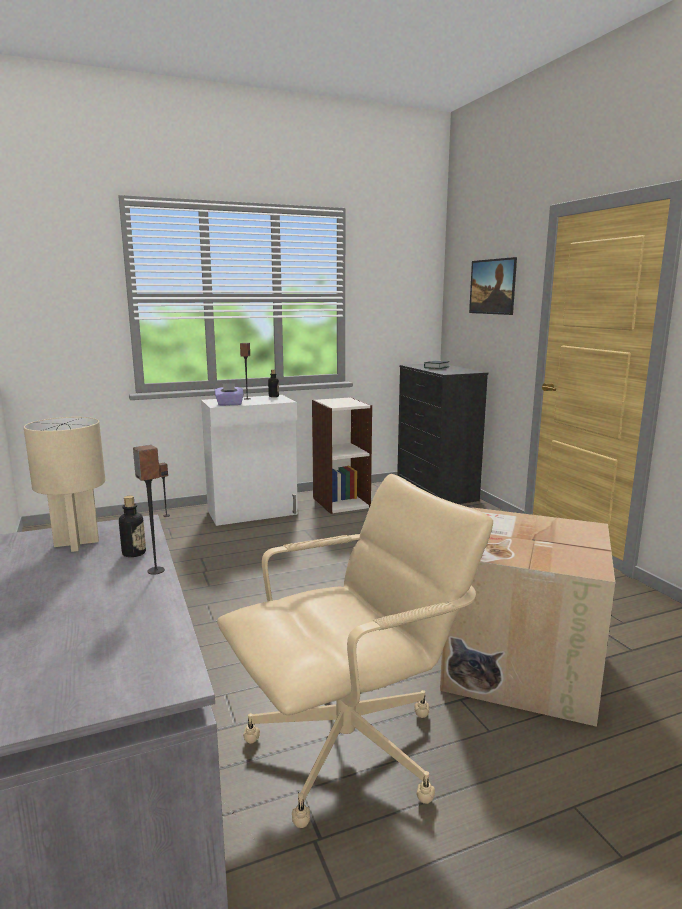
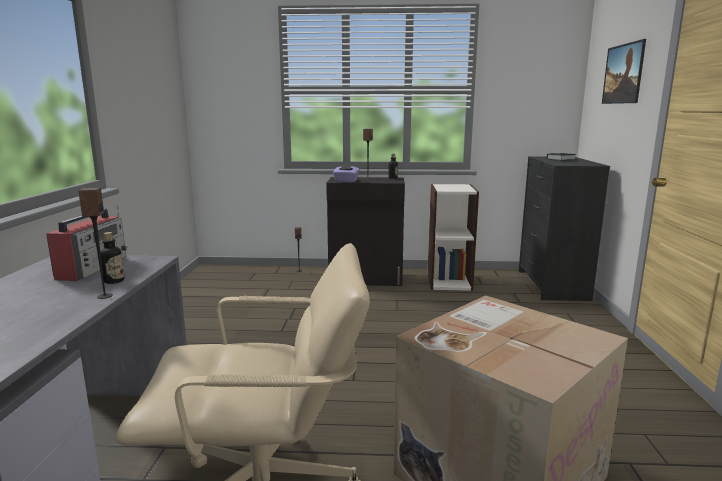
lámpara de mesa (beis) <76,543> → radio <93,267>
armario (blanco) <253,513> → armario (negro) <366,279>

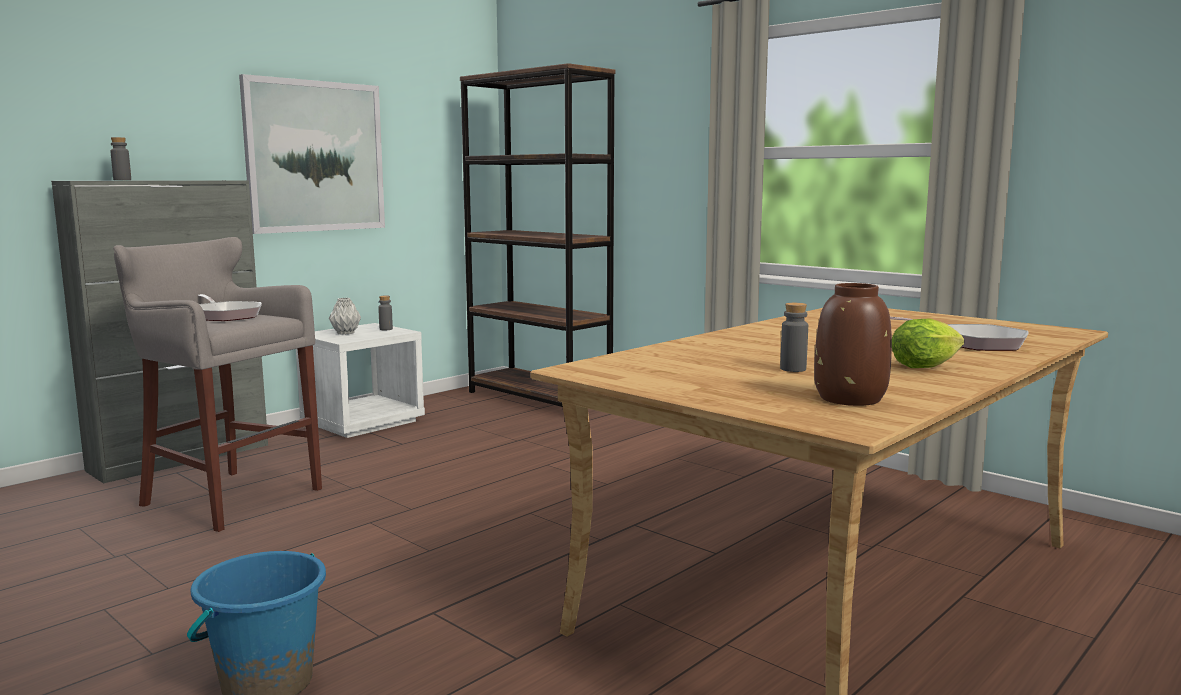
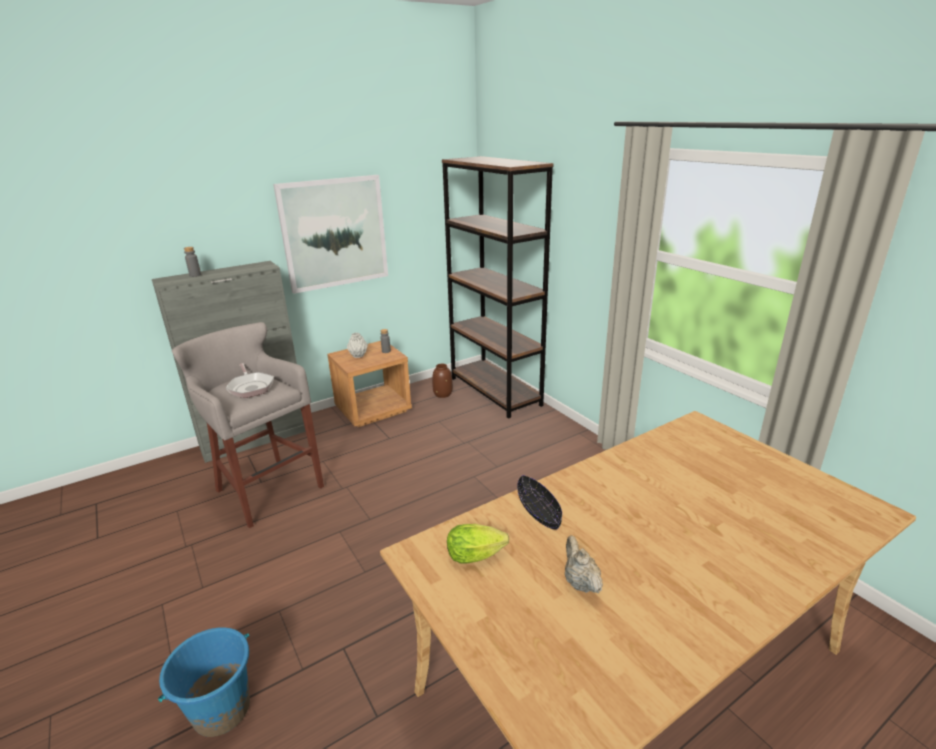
mesita de noche (blanco) <363,422> → mesita de noche (marrón) <373,409>
florero (marrón) <851,399> → florero (marrón) <443,394>, move
lechuga <928,366> → lechuga <478,555>, move
- → cuenco (negro) <538,510>
botella (gris) <793,369> → tetera (beis) <580,582>
sartén <973,343> → -

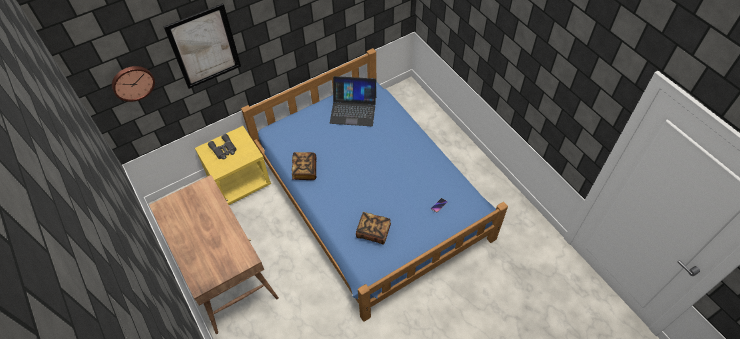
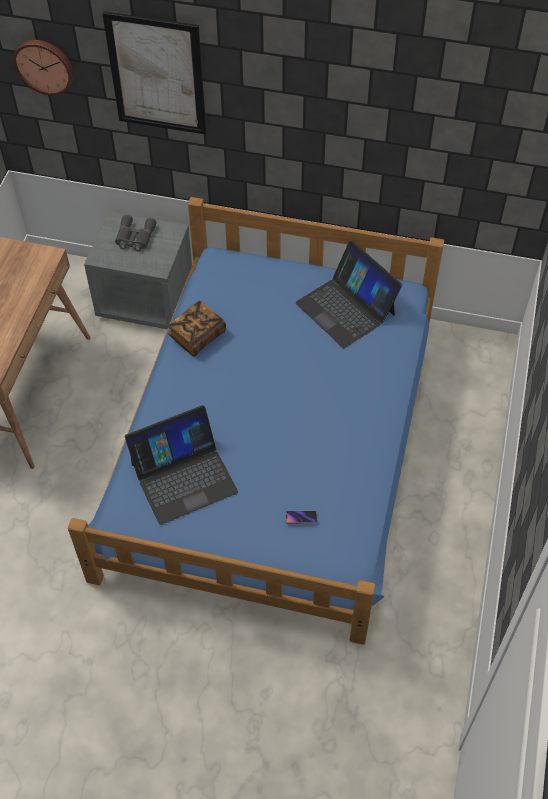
mesita de noche (amarillo) <239,181> → mesita de noche (gris) <146,299>
libro <373,232> → portátil <183,477>

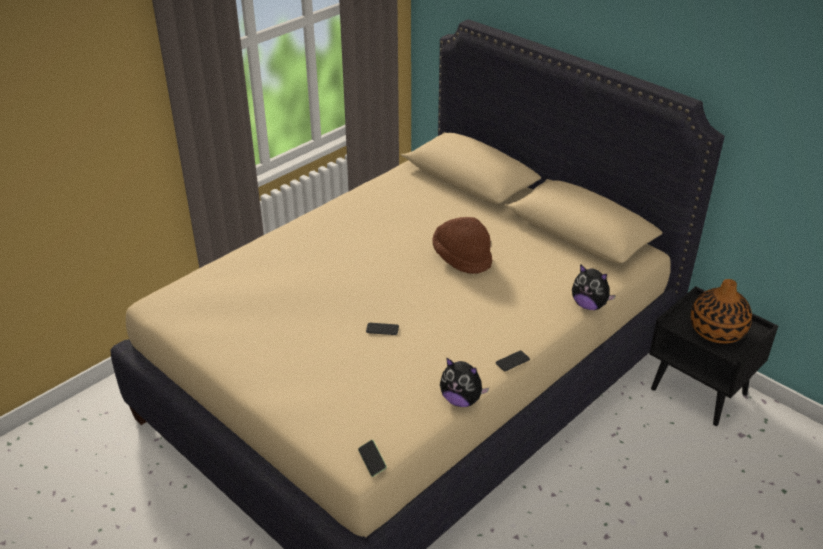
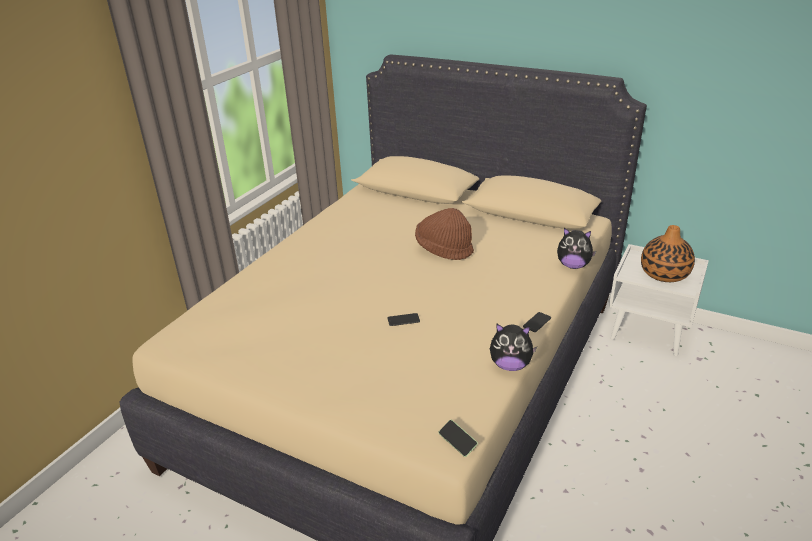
mesita de noche (negro) <700,391> → mesita de noche (blanco) <649,332>

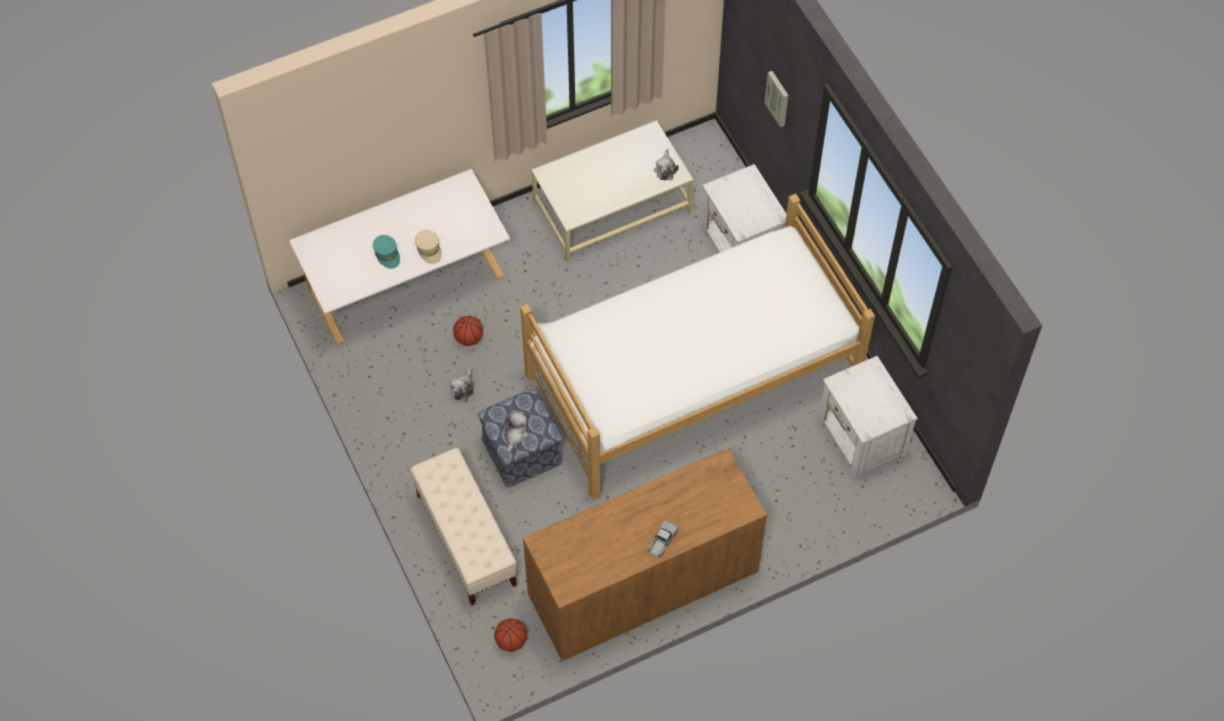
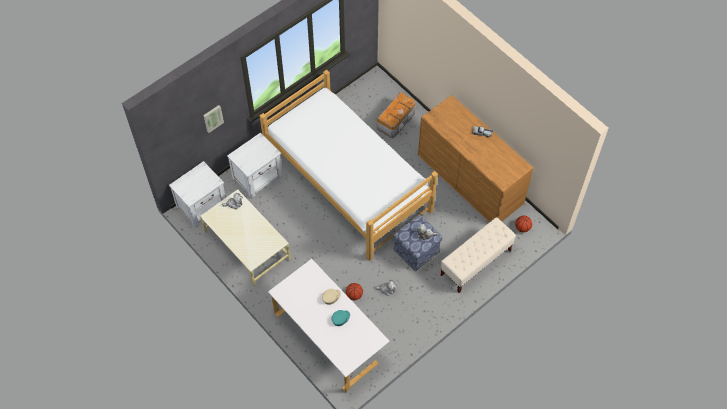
mesita de noche (blanco) <861,438> → mesita de noche (blanco) <202,205>, move
- → caja de almacenaje <396,120>

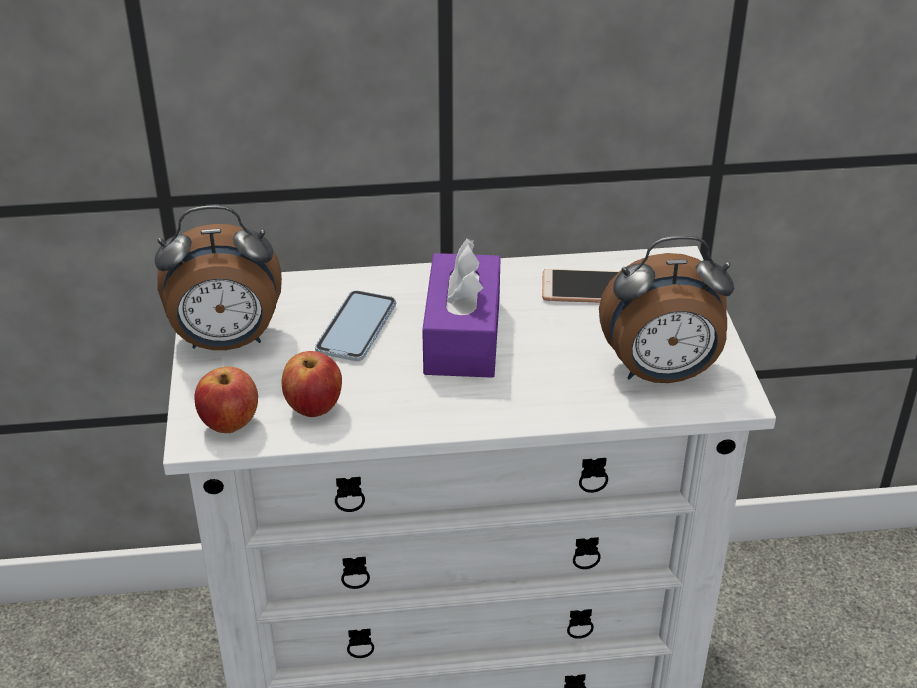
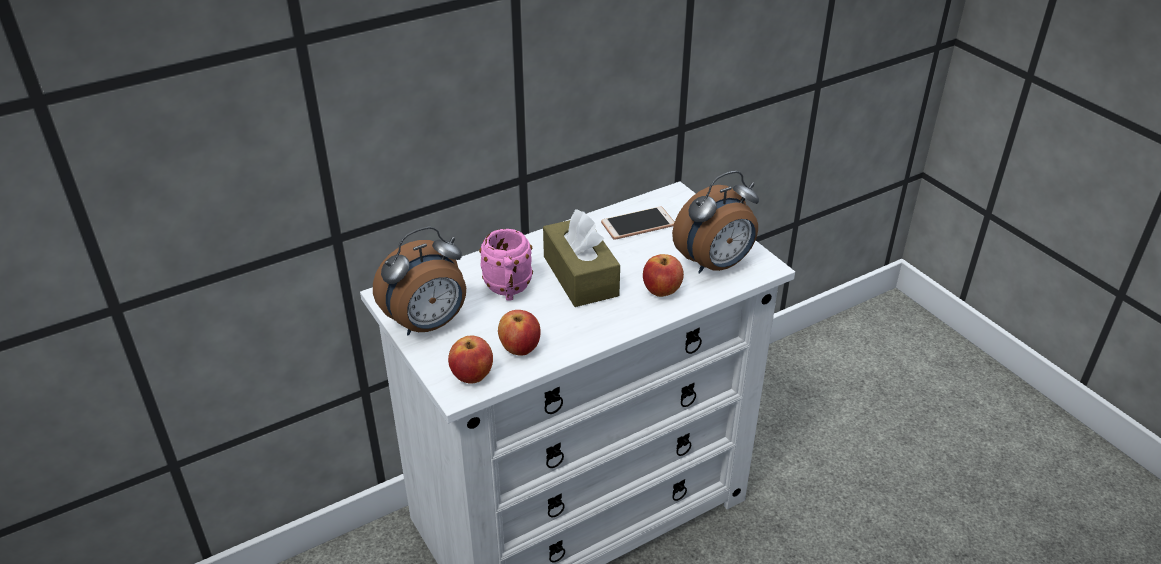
móvil <356,328> → taza grande (rosa) <508,290>
caja de pañuelos (morado) <462,336> → caja de pañuelos (marrón) <580,276>
- → manzana <662,291>

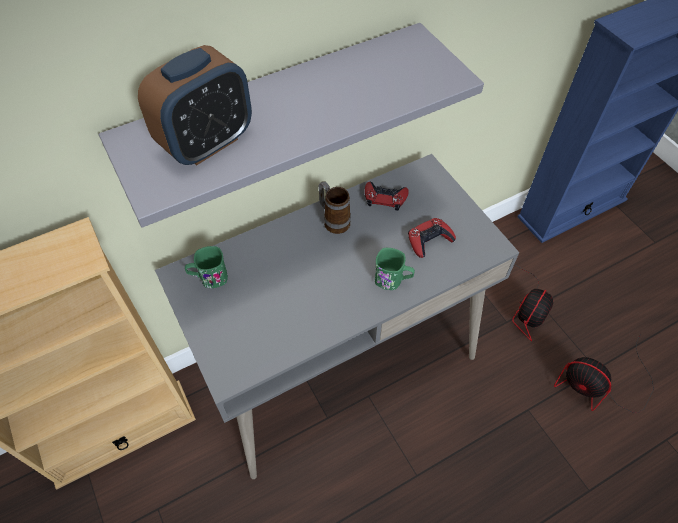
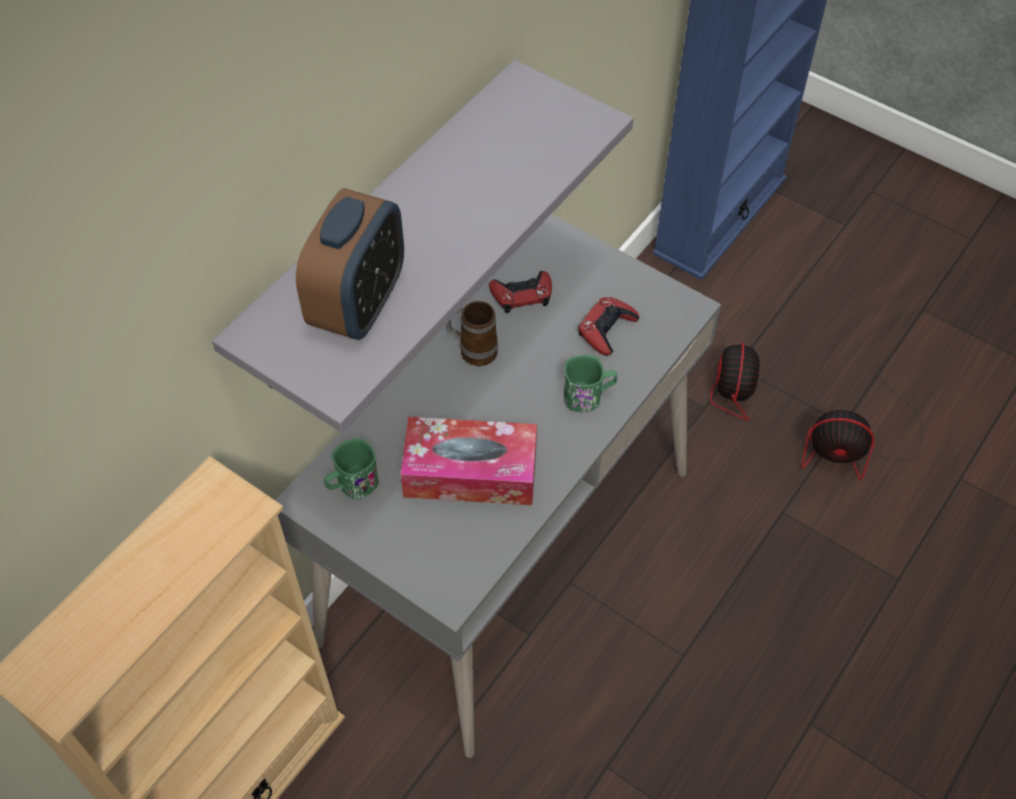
- → caja de pañuelos <470,472>

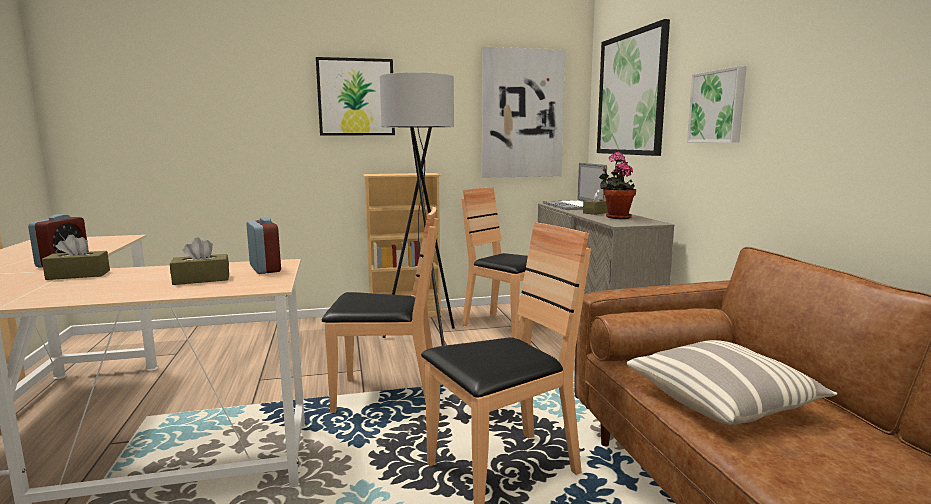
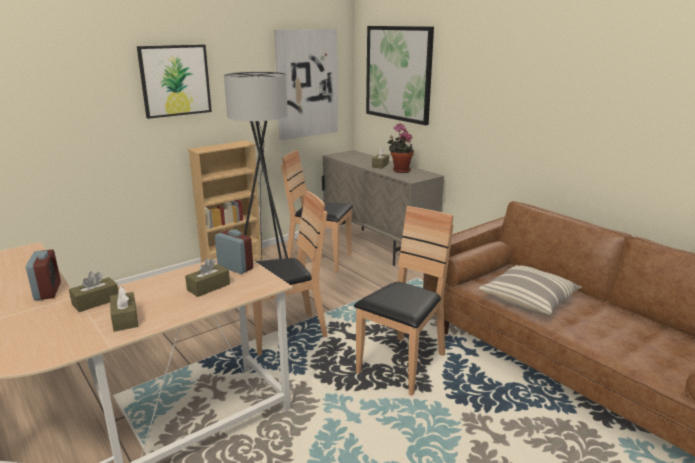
- → caja de pañuelos (marrón) <125,319>
portátil <573,206> → -
cuadro <718,107> → -

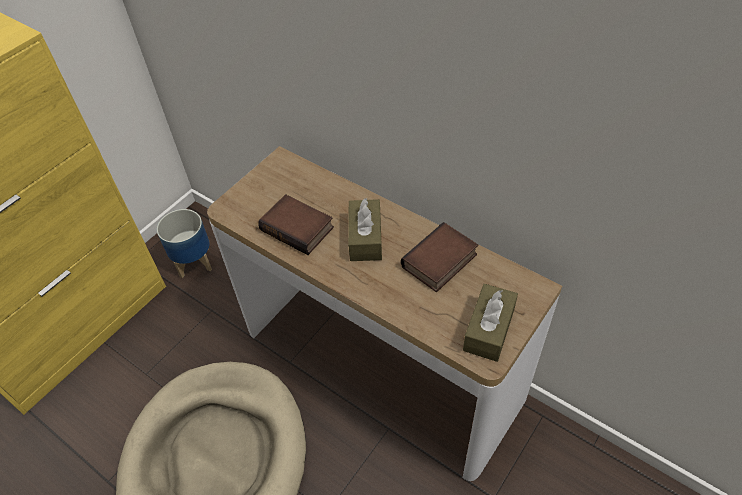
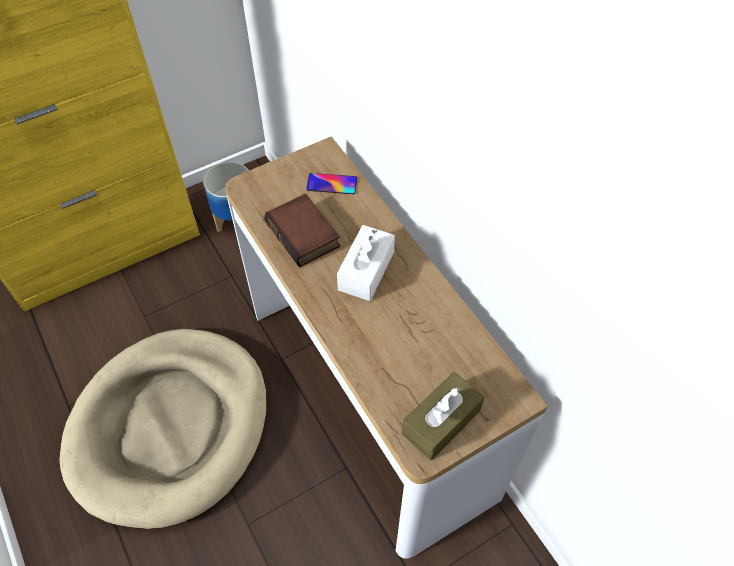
- → móvil <331,184>
caja de pañuelos (marrón) <365,238> → caja de pañuelos (blanco) <366,270>
libro <440,262> → -

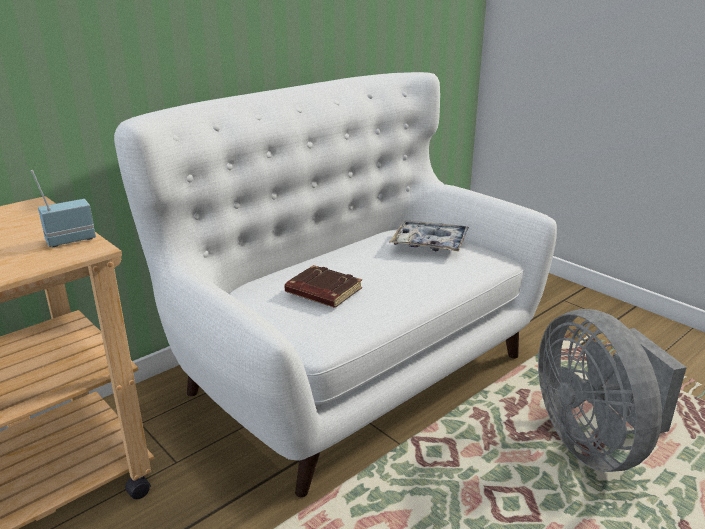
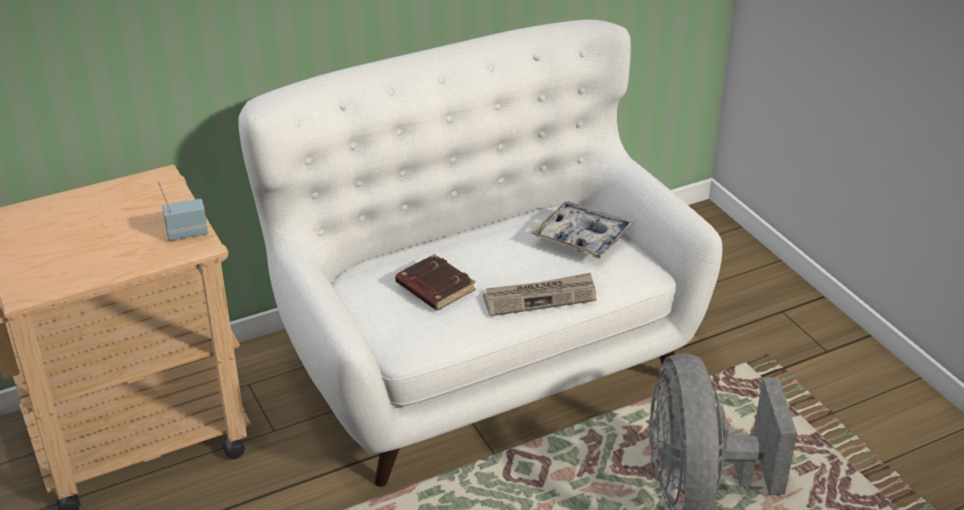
- → periódico <540,297>

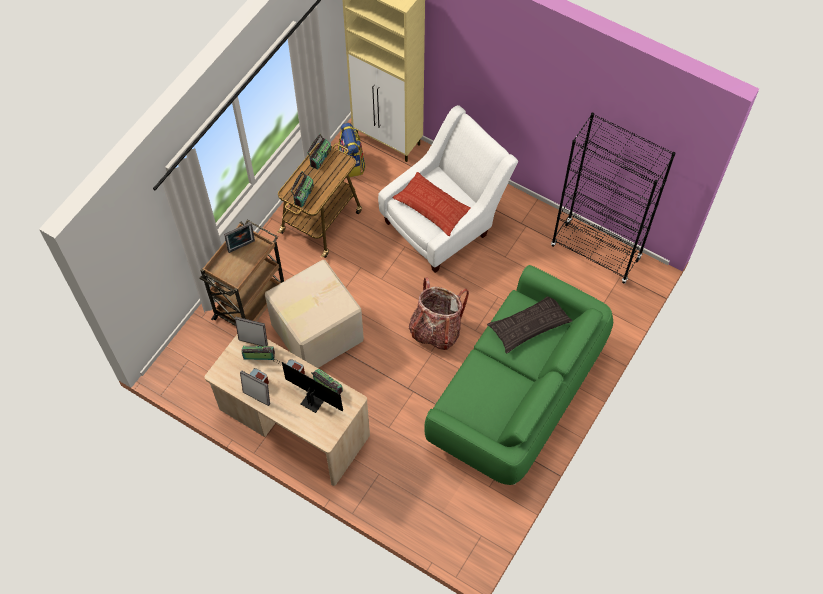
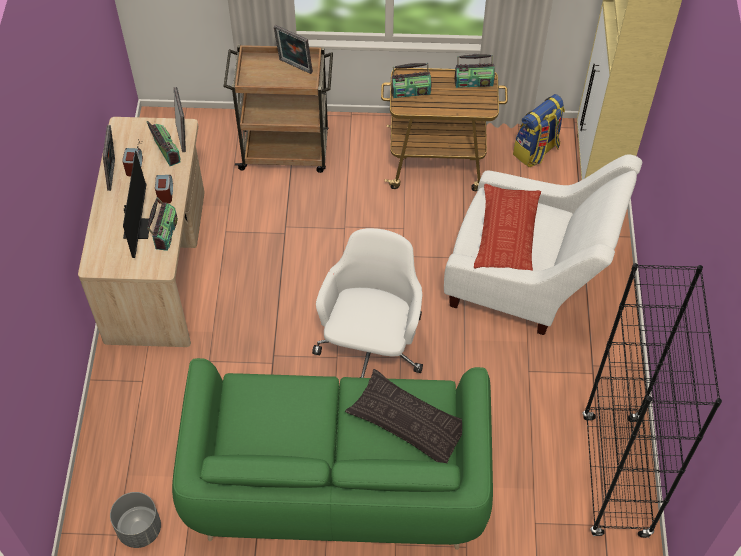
- → maceta (gris) <139,529>
mochila <436,330> → silla de oficina (blanco) <372,346>
caja de cartón <316,332> → -

